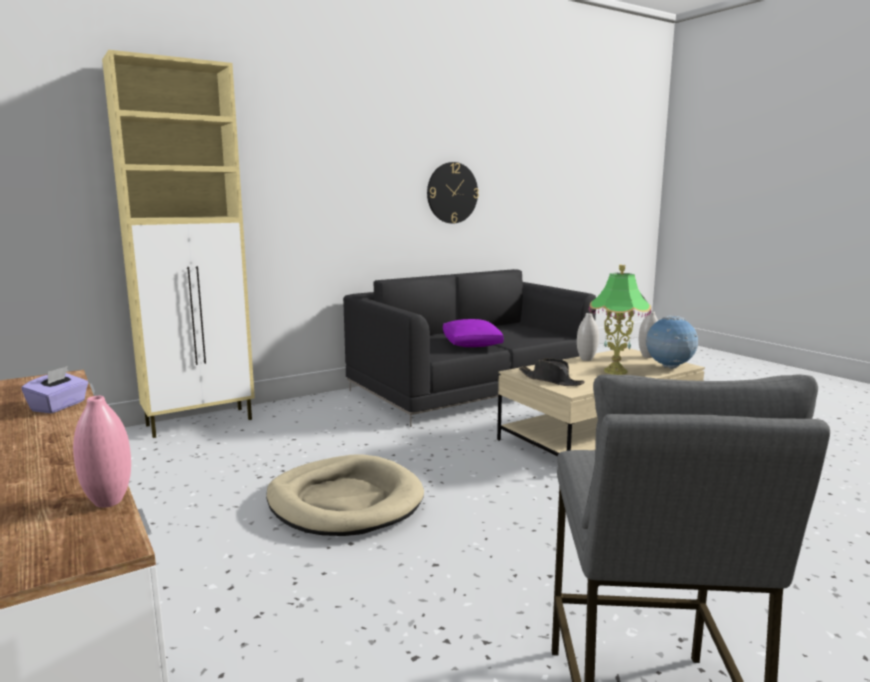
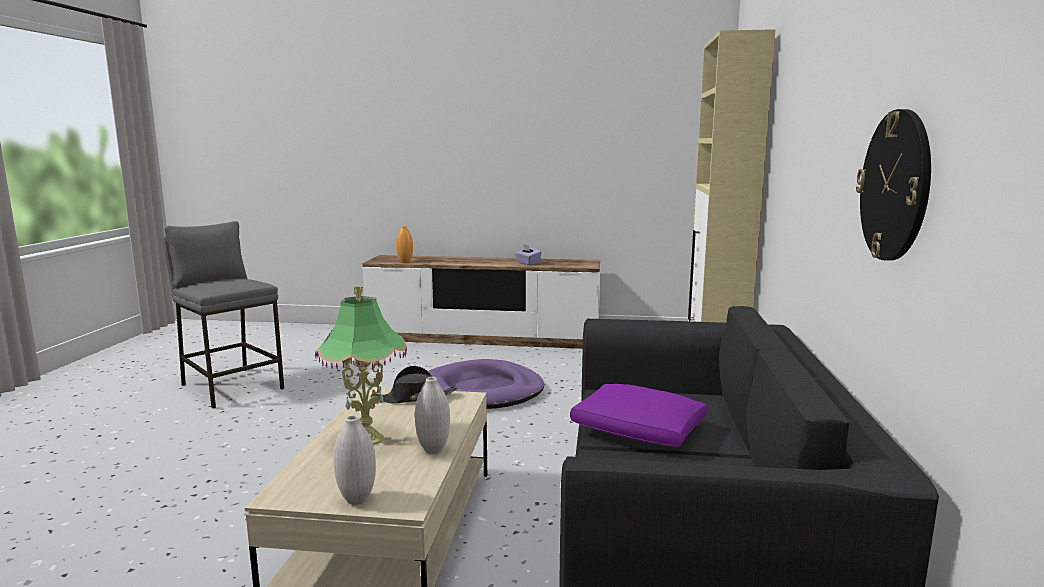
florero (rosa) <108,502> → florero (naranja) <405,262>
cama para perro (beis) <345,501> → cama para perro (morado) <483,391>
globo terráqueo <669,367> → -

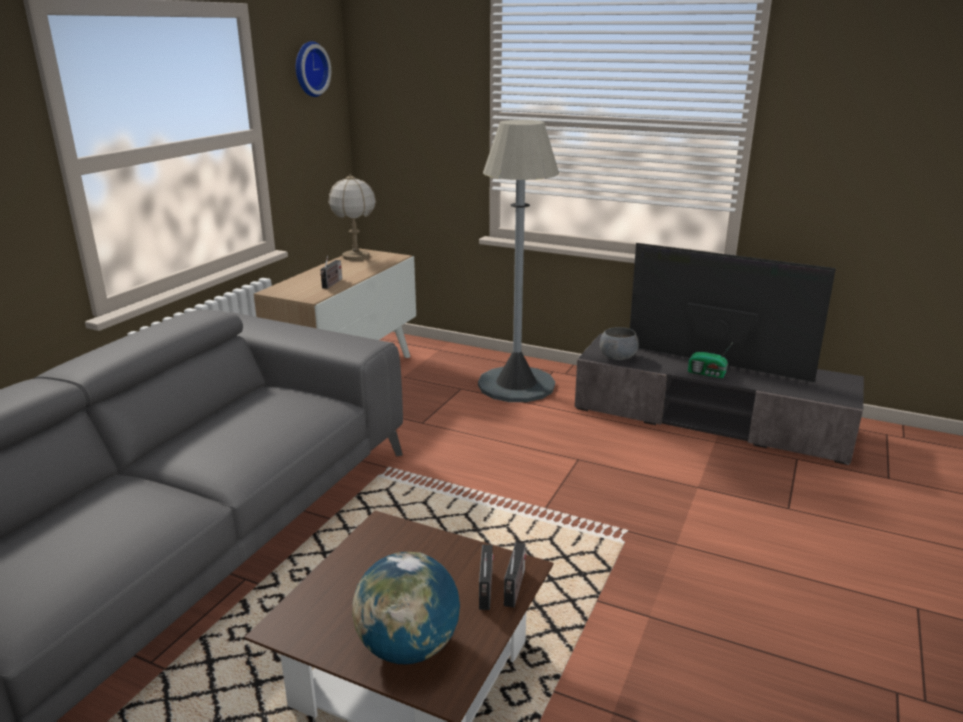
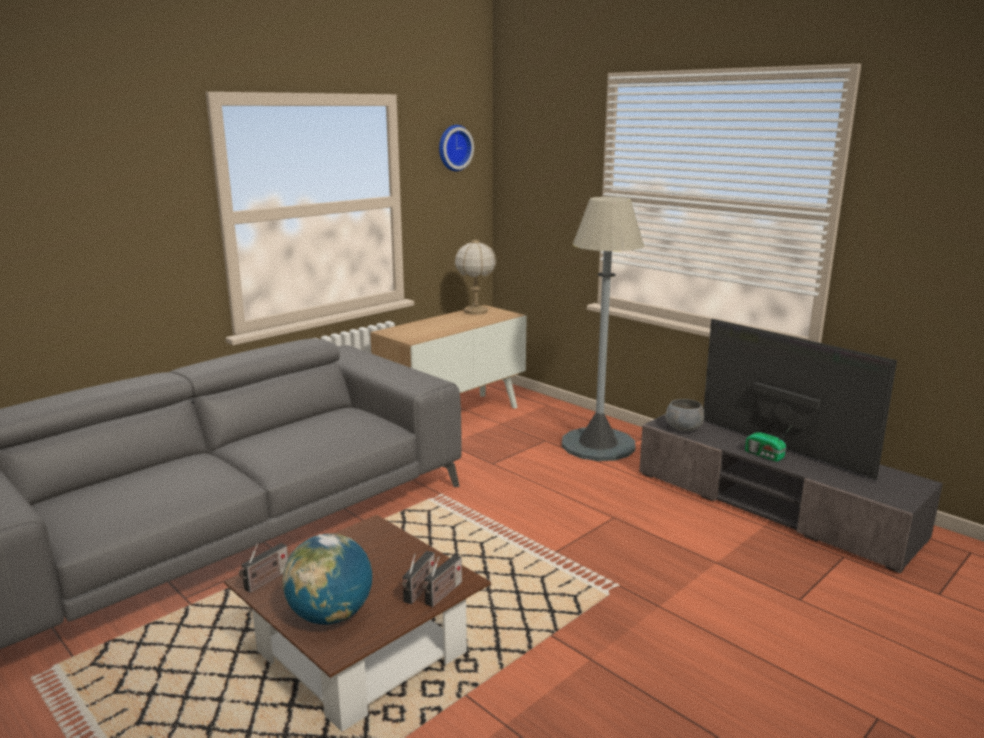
radio <332,284> → radio <265,581>, move

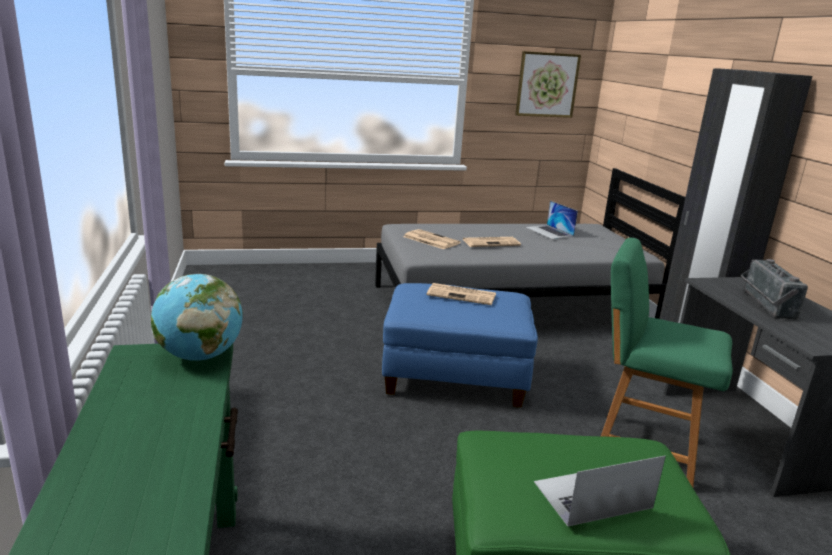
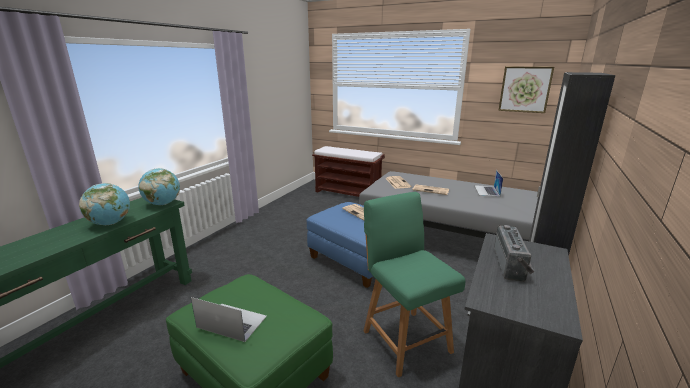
- → globo terráqueo <110,223>
- → banco (marrón) <348,193>
radio <764,304> → radio <512,265>, 150 degrees clockwise

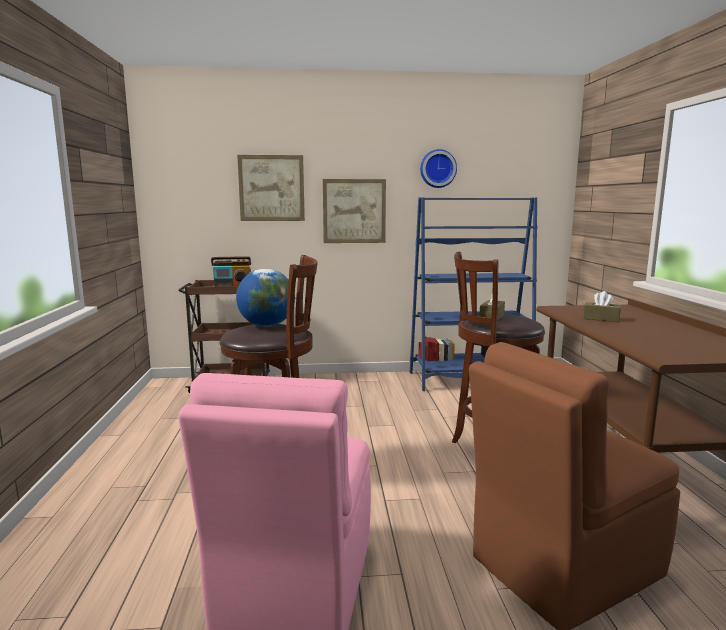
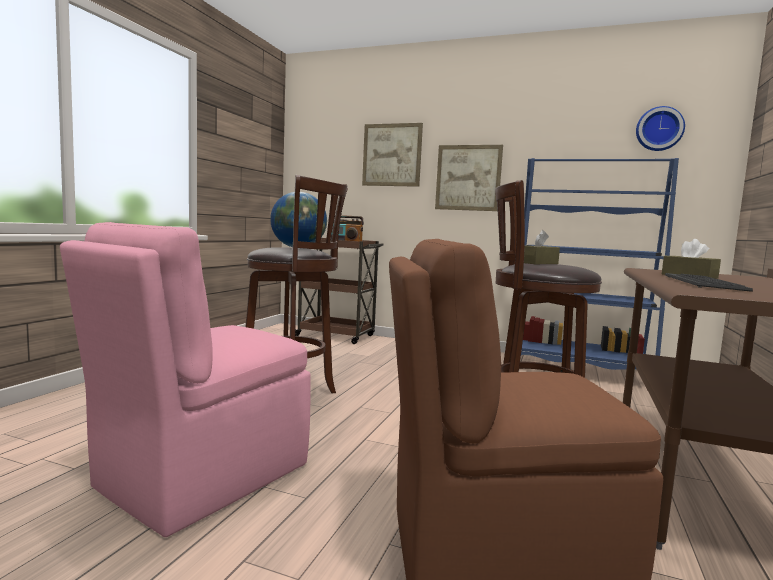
reloj de pared <437,168> → reloj de pared <659,129>, move
- → teclado <704,283>

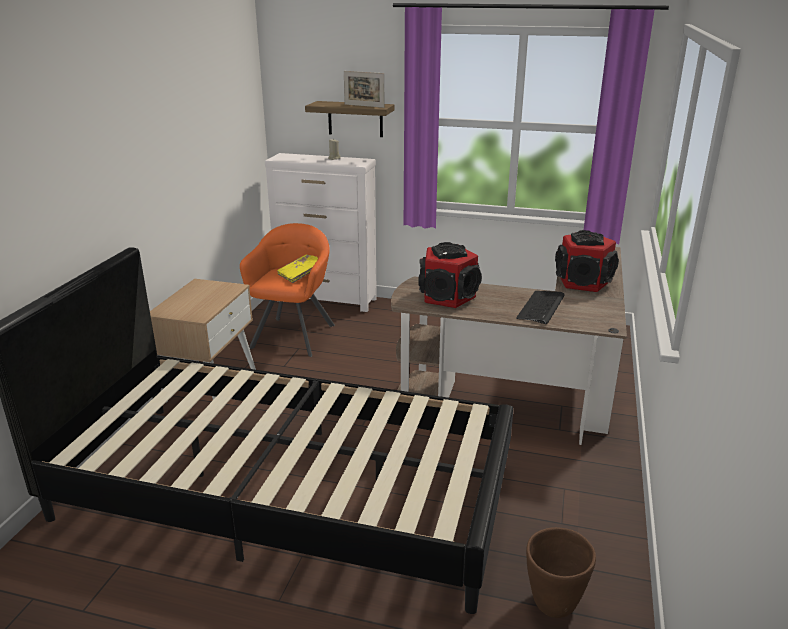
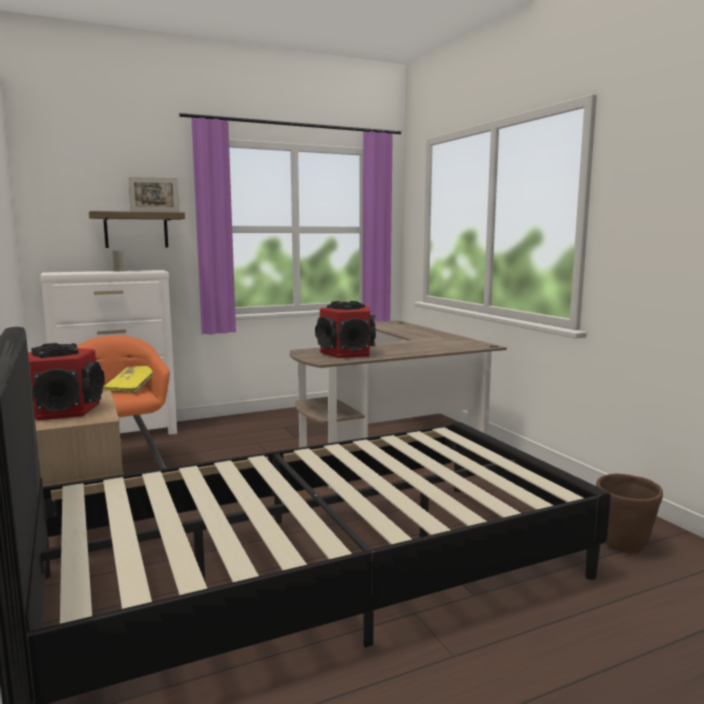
altavoz <583,282> → altavoz <63,410>, move
teclado <541,307> → -

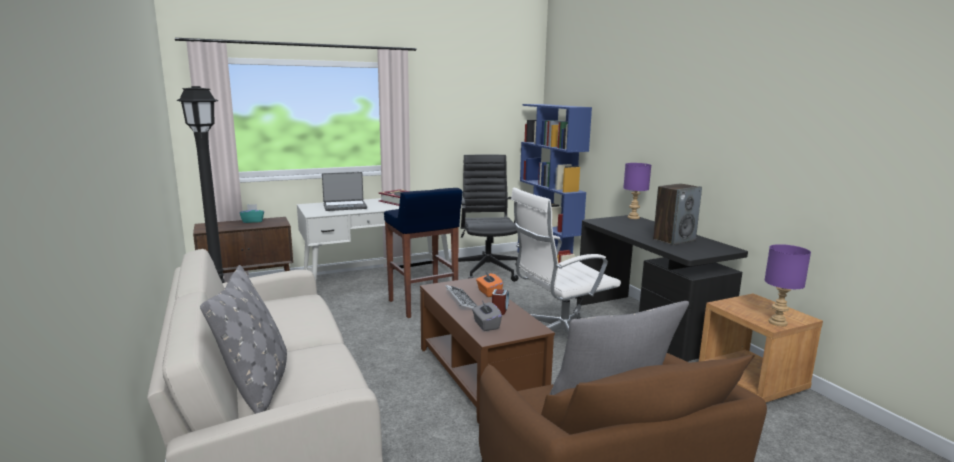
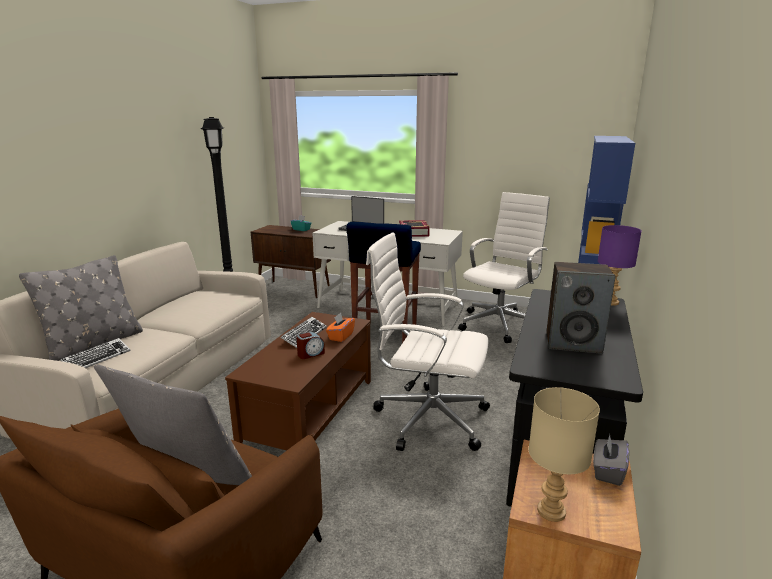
- → teclado <97,358>
silla de oficina (negro) <487,270> → silla de oficina (blanco) <500,324>
lámpara de mesa (morado) <778,323> → lámpara de mesa (beis) <551,512>
caja de pañuelos (gris) <486,325> → caja de pañuelos (gris) <608,471>, move

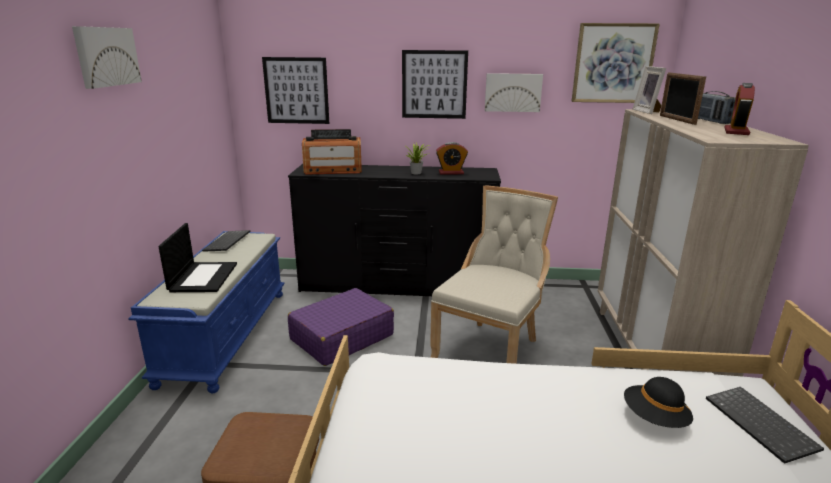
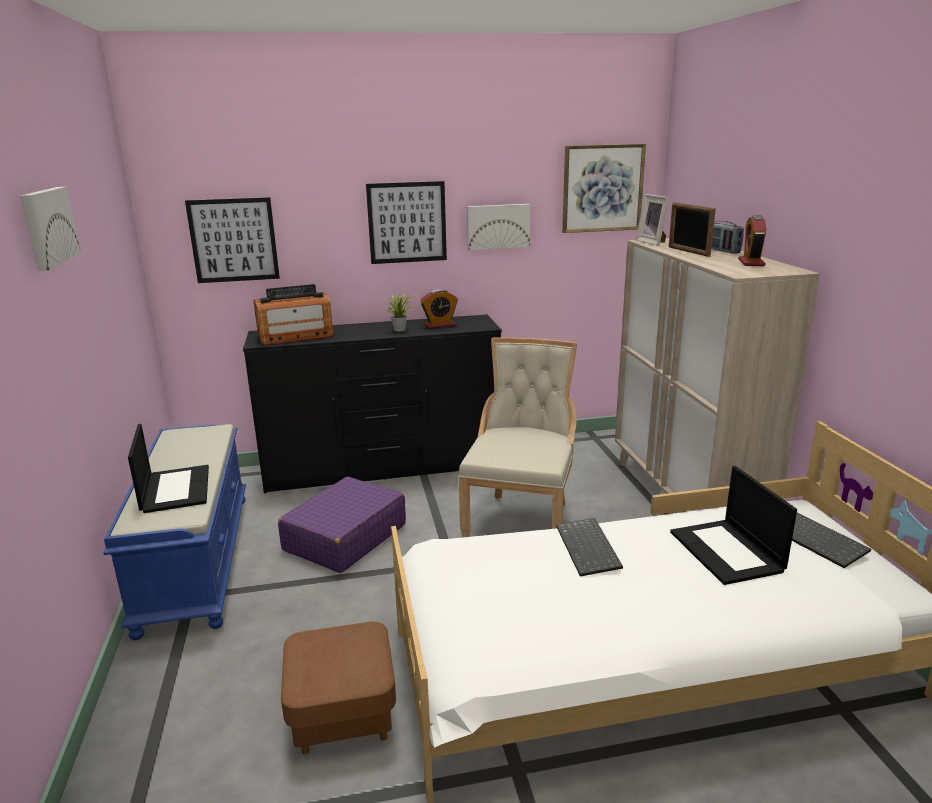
teclado <228,242> → teclado <589,549>, move
sombrero (negro) <654,418> → portátil <727,552>

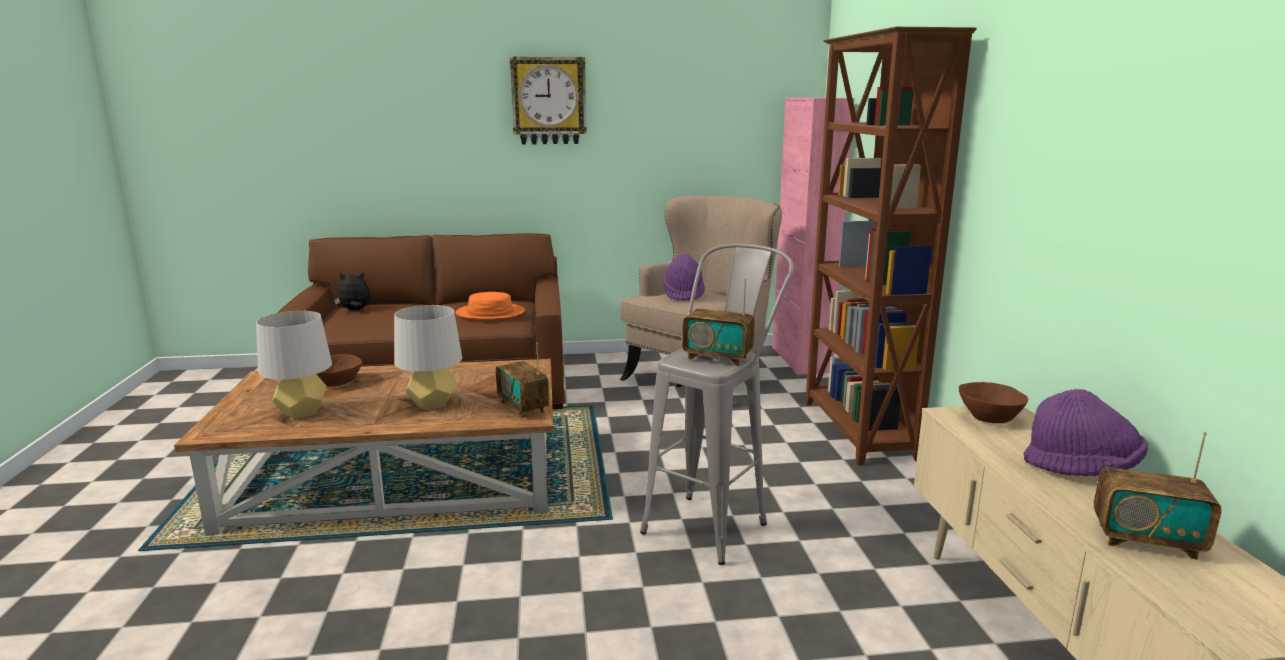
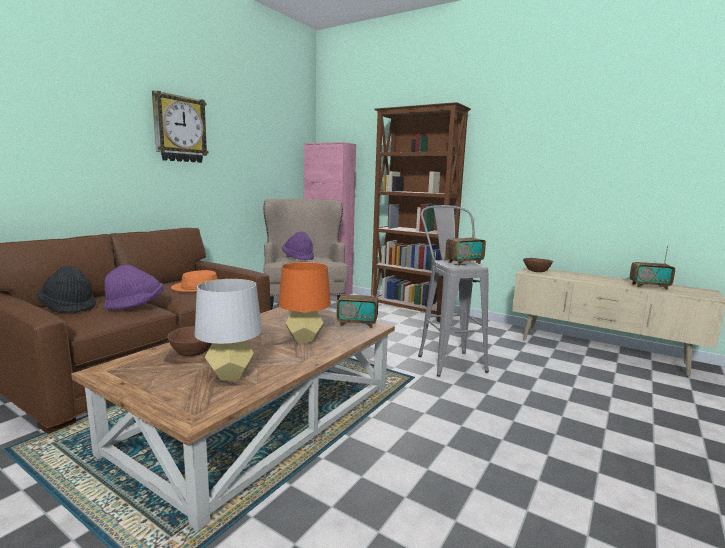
peluche <355,310> → sombrero (negro) <69,307>
sombrero (morado) <1080,468> → sombrero (morado) <136,306>, move
lámpara de mesa (gris) <432,404> → lámpara de mesa (naranja) <304,339>
radio <1146,541> → radio <649,286>, 45 degrees clockwise

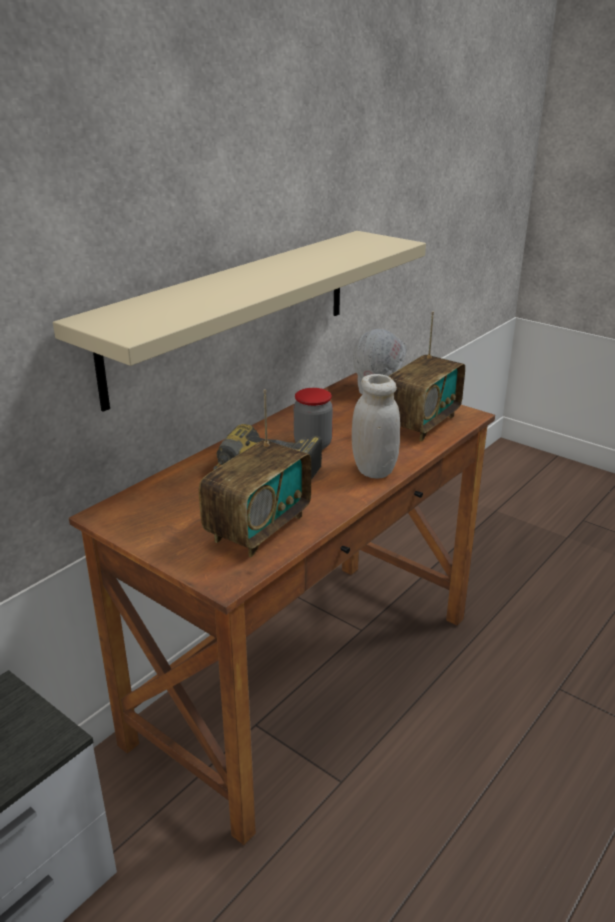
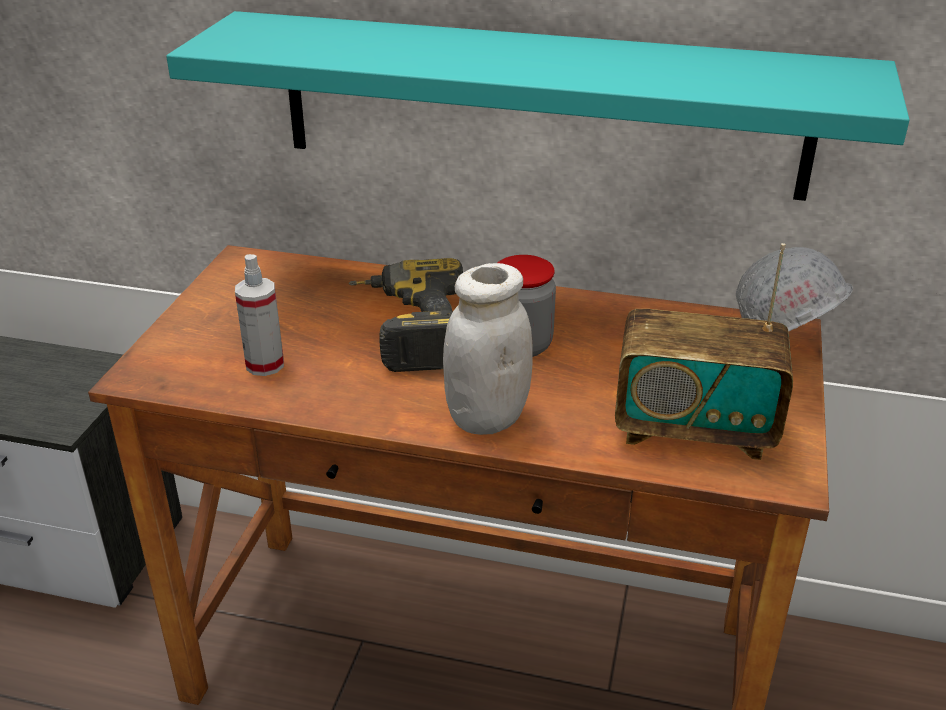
estante (beis) <234,312> → estante (turquesa) <540,105>
radio <258,528> → pulverizador <265,365>

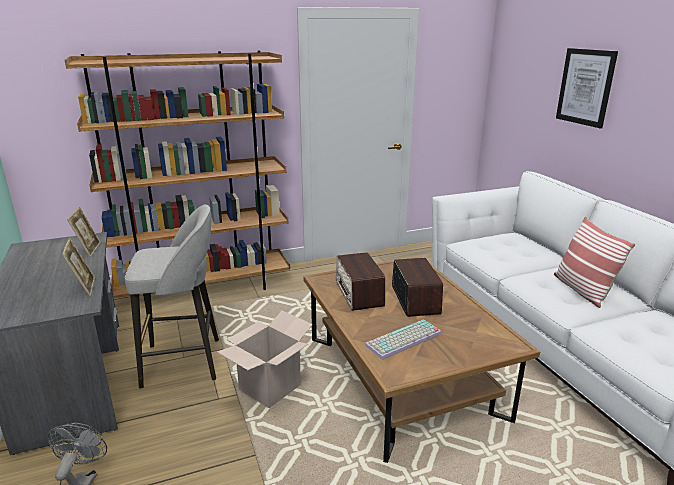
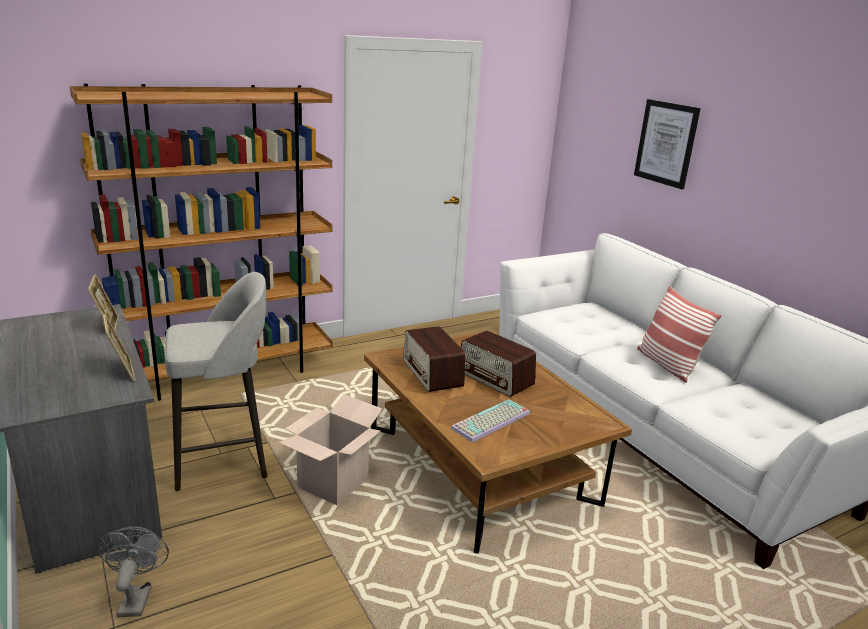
radio <415,299> → radio <495,378>, 150 degrees clockwise

